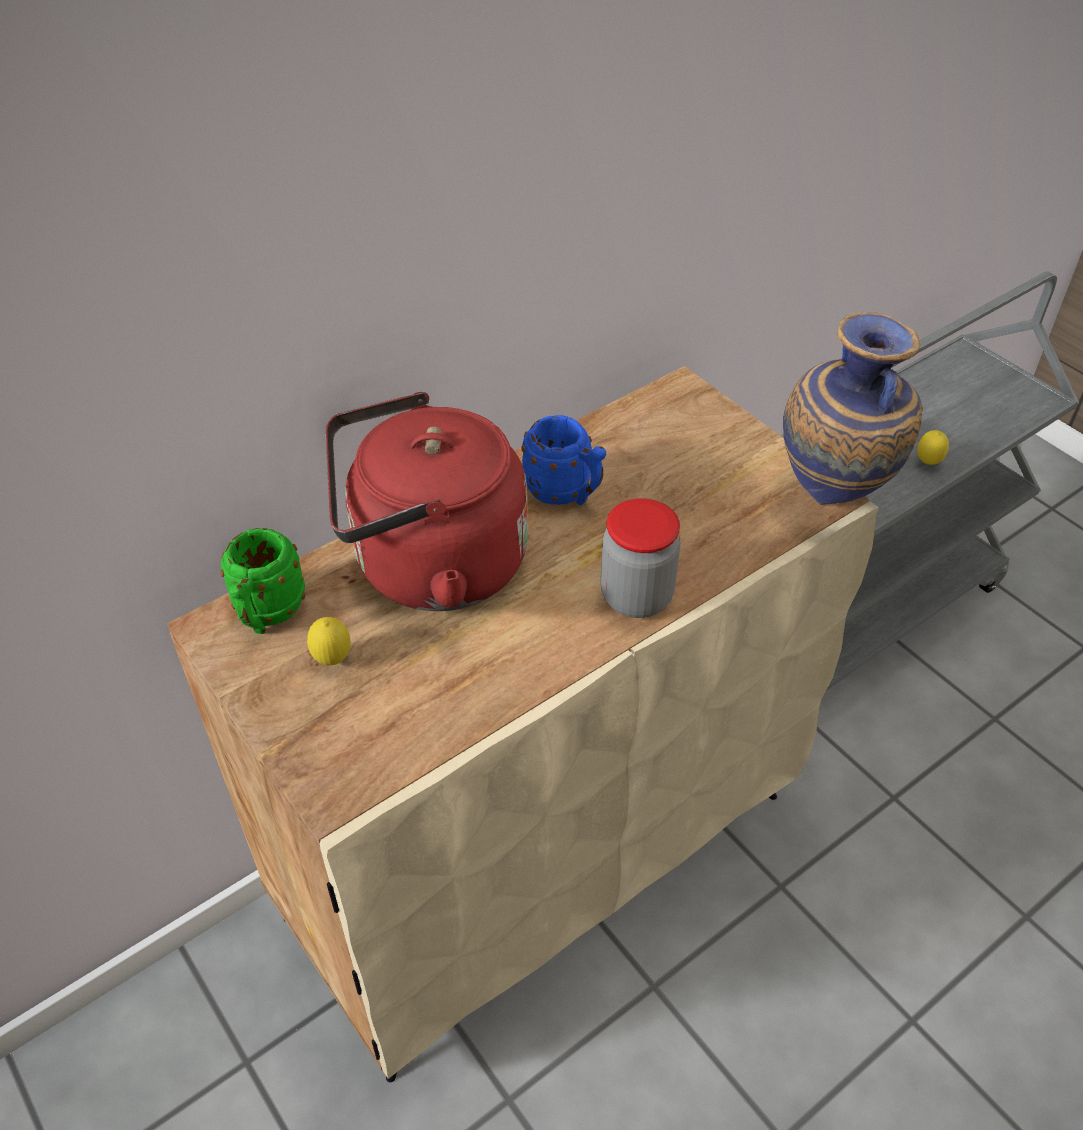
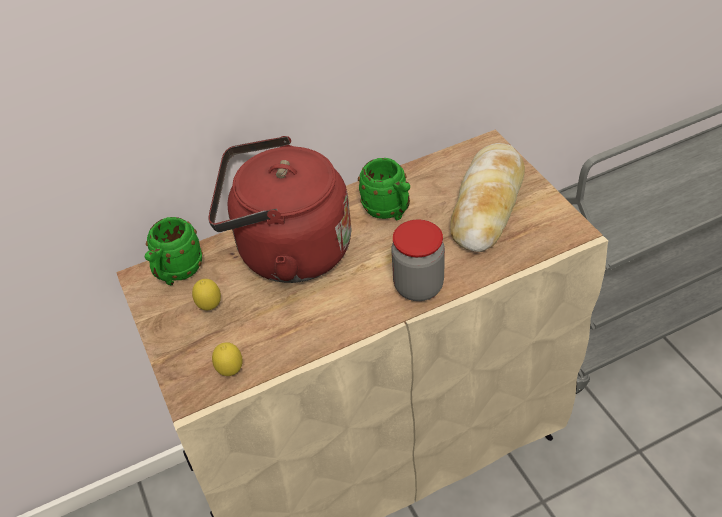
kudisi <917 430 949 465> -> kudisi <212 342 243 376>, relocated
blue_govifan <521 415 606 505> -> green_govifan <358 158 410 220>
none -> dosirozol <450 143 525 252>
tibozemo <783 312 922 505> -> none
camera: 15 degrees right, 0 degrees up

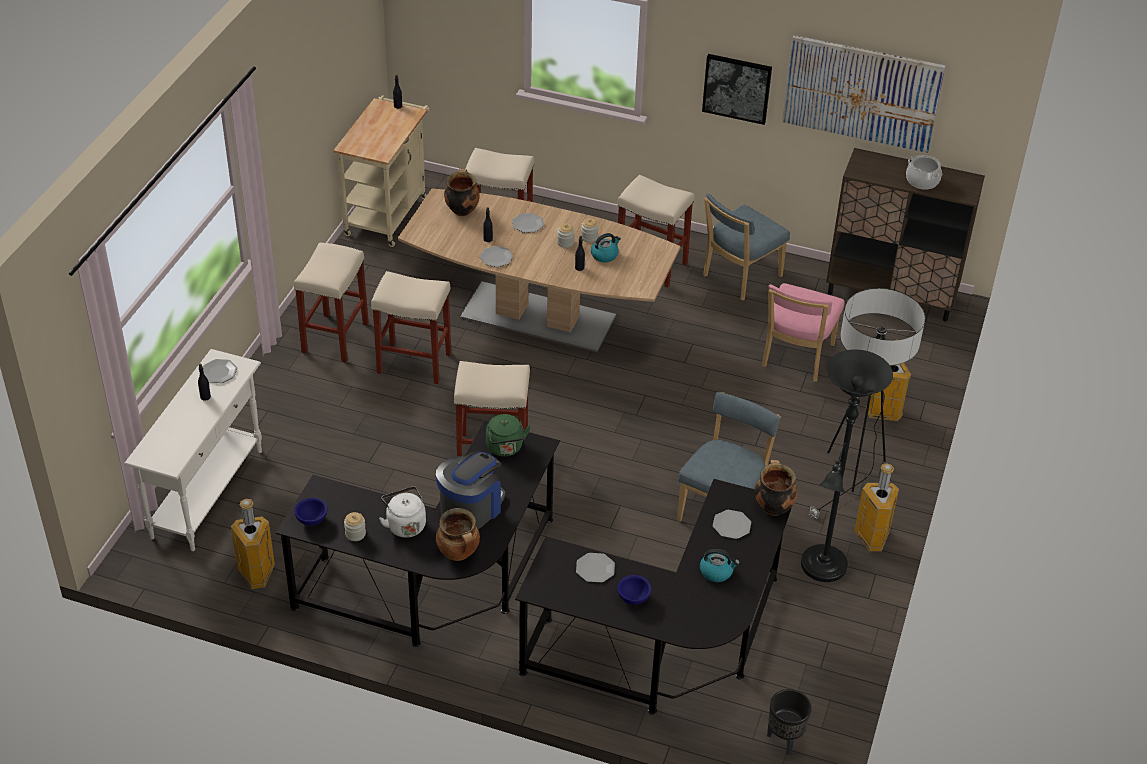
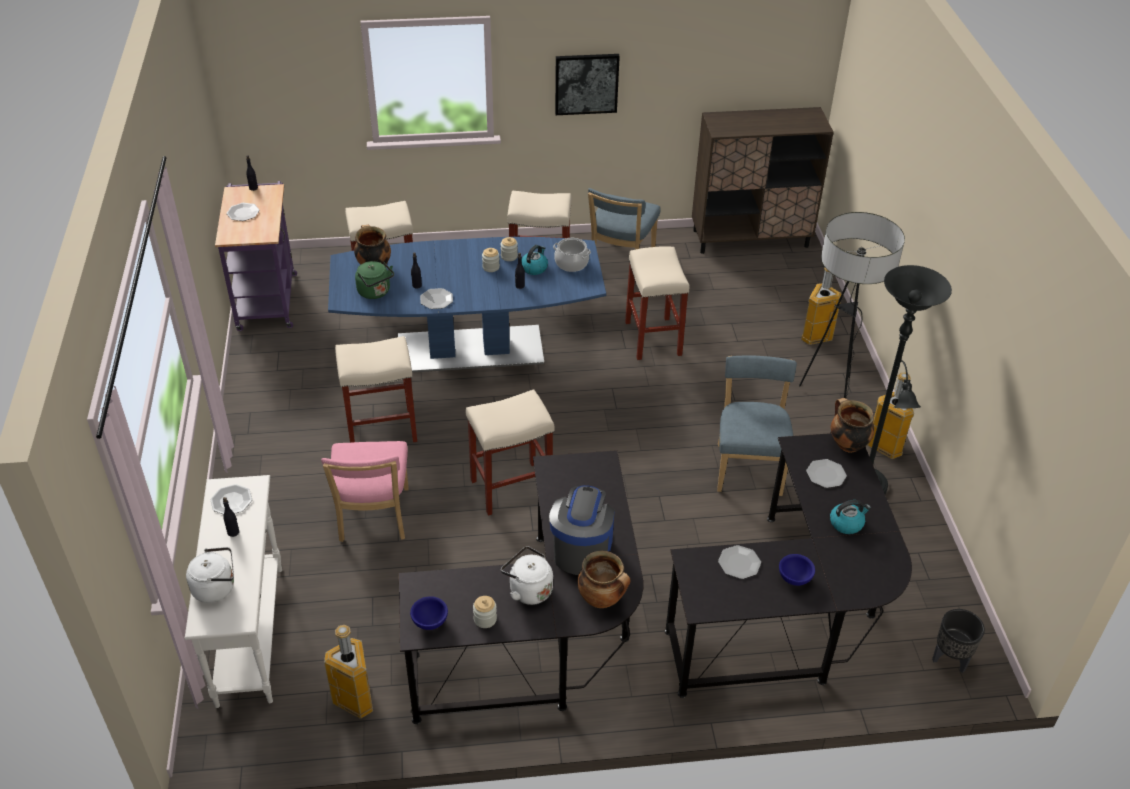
none -> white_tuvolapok <186 547 234 603>
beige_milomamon <333 95 430 247> -> purple_milomamon <215 181 297 331>
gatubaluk <512 213 544 233> -> gatubaluk <227 203 260 221>, relocated
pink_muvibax <762 283 845 382> -> pink_muvibax <321 441 409 542>, relocated
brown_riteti <398 189 681 352> -> blue_riteti <328 237 606 373>
green_tuvolapok <486 414 531 457> -> green_tuvolapok <355 261 394 299>, relocated
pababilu <906 155 942 190> -> pababilu <553 238 591 272>, relocated
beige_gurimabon <294 242 369 362> -> beige_gurimabon <625 246 689 360>, relocated
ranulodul <782 35 946 153> -> none
camera: 25 degrees left, 0 degrees up

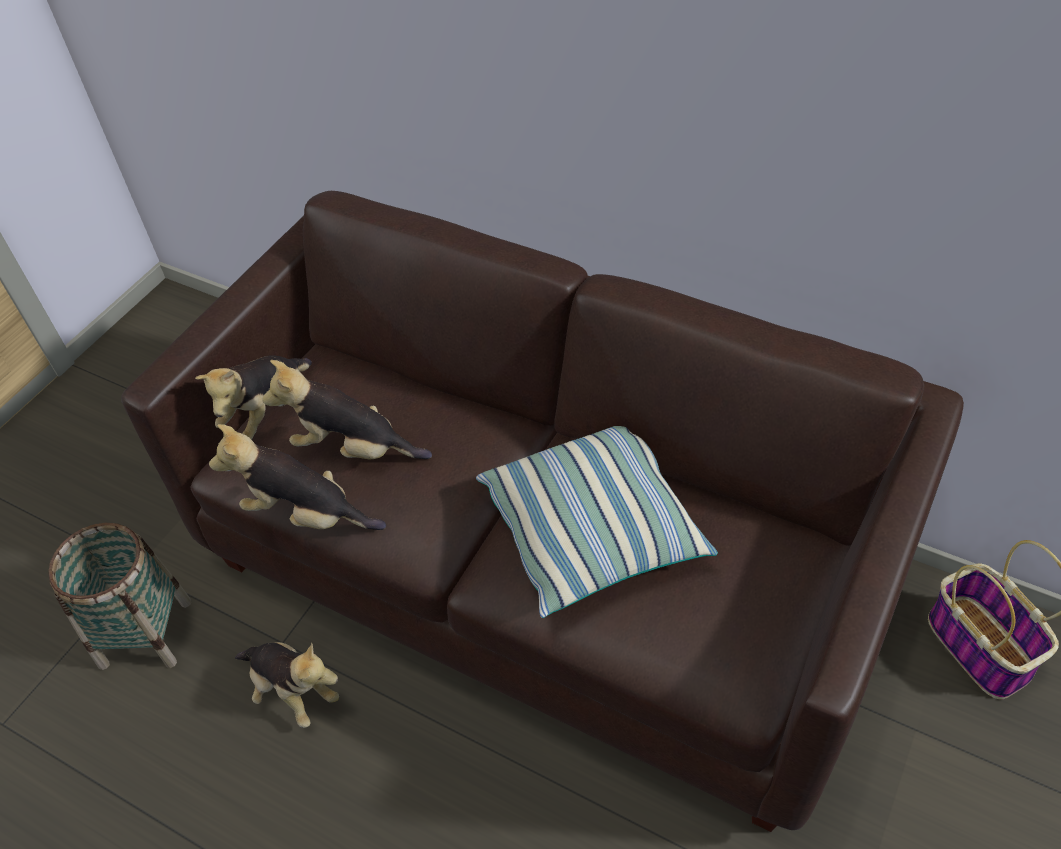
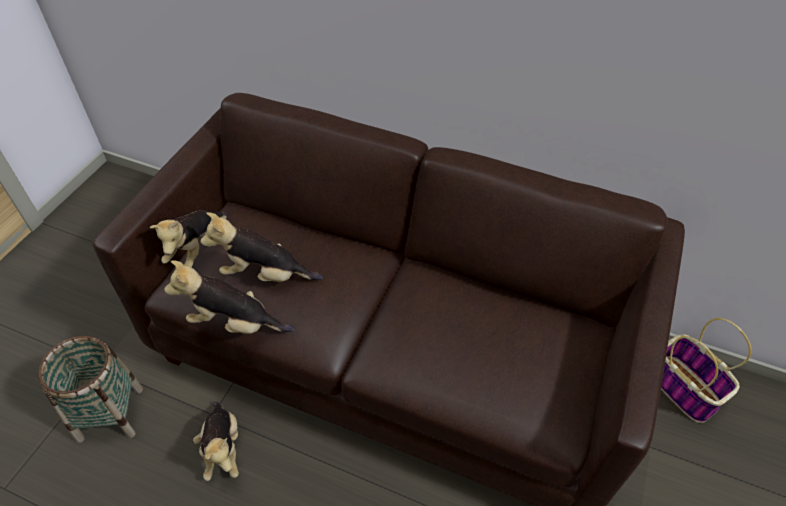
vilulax <235 642 339 728> -> vilulax <193 402 239 481>, 45 degrees clockwise
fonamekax <476 426 718 618> -> none
camera: 10 degrees left, 0 degrees up

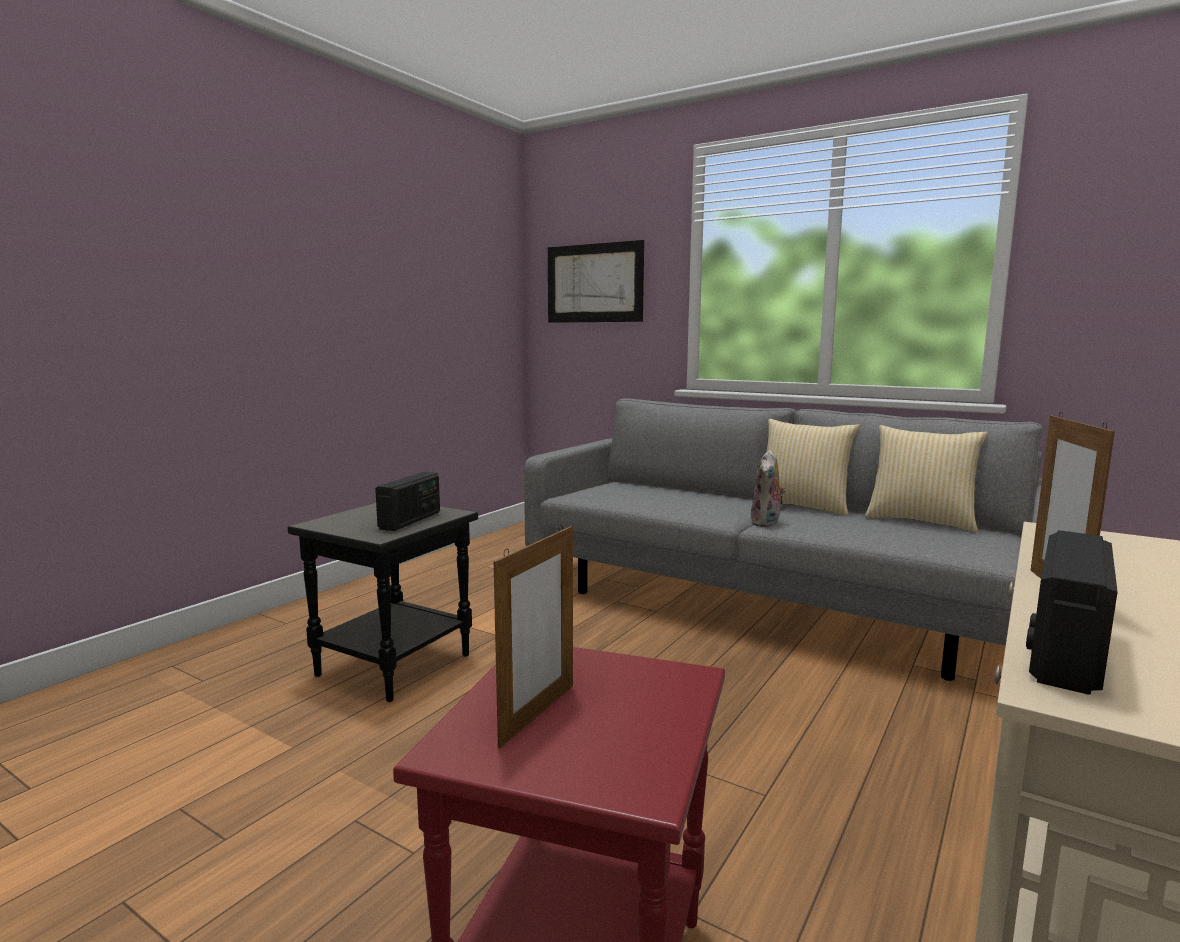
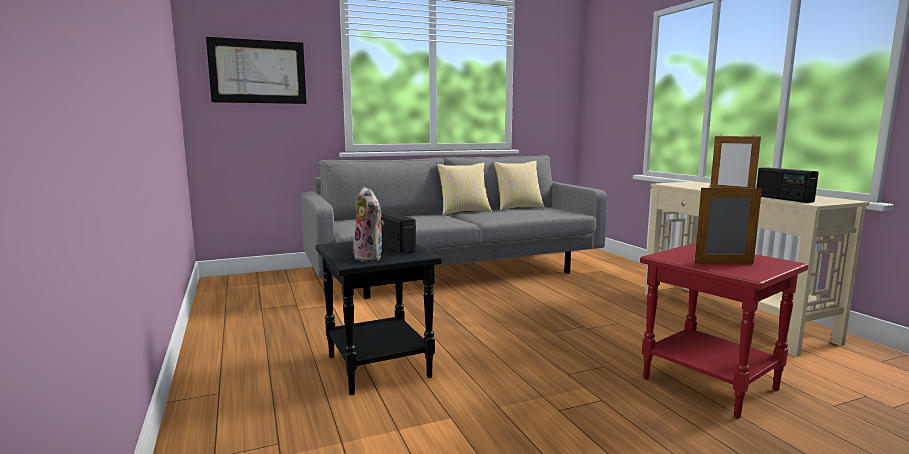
vilulax <750 450 786 527> -> vilulax <353 187 384 262>, relocated
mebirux <494 524 573 748> -> mebirux <694 185 762 264>, 60 degrees counterclockwise
camera: 55 degrees left, 0 degrees up

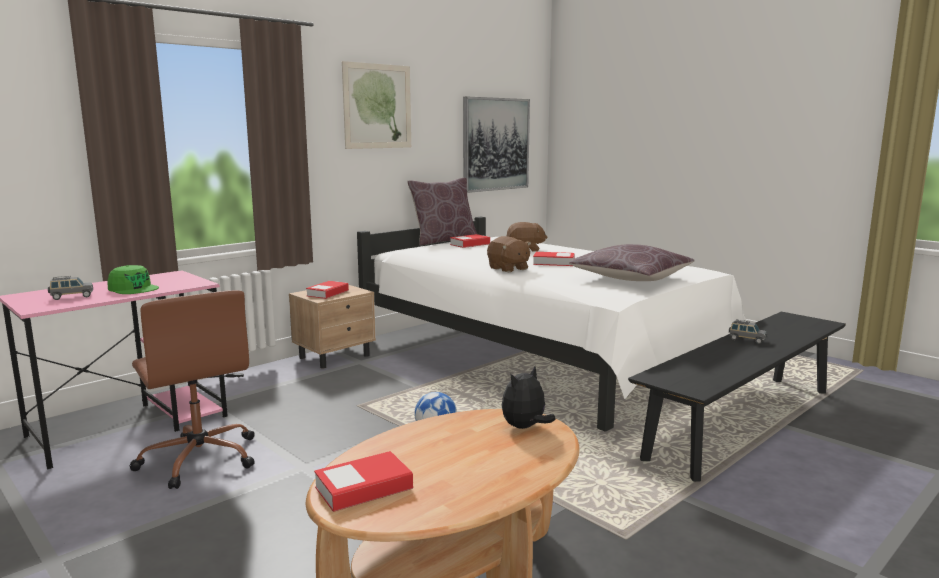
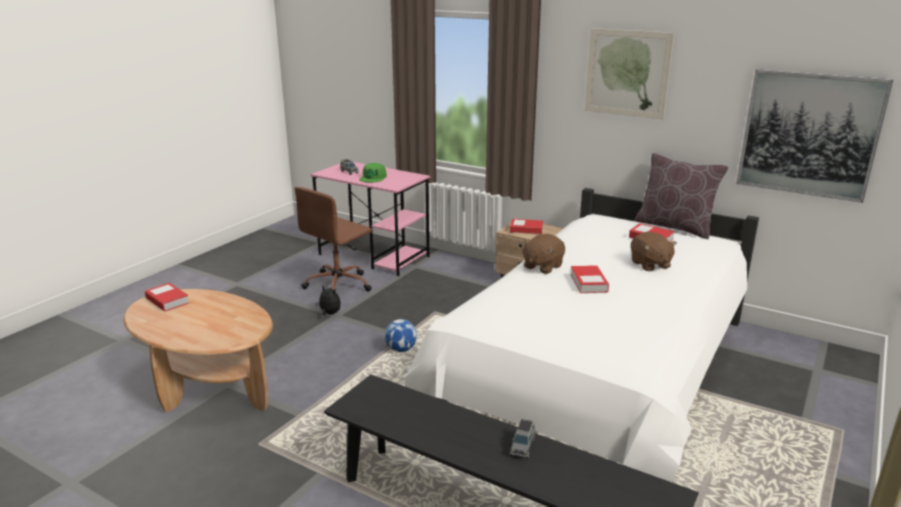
vilulax <502 367 556 429> -> vilulax <315 286 341 315>, relocated
brown_fonamekax <569 244 695 281> -> none
camera: 75 degrees right, 10 degrees up

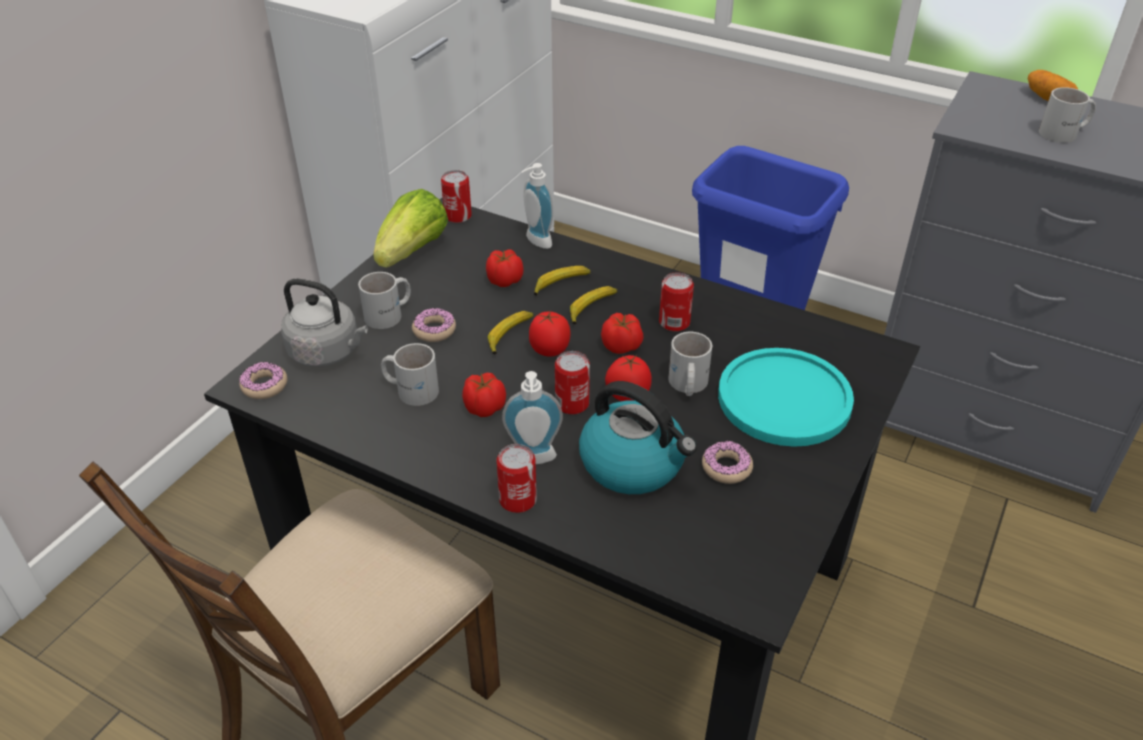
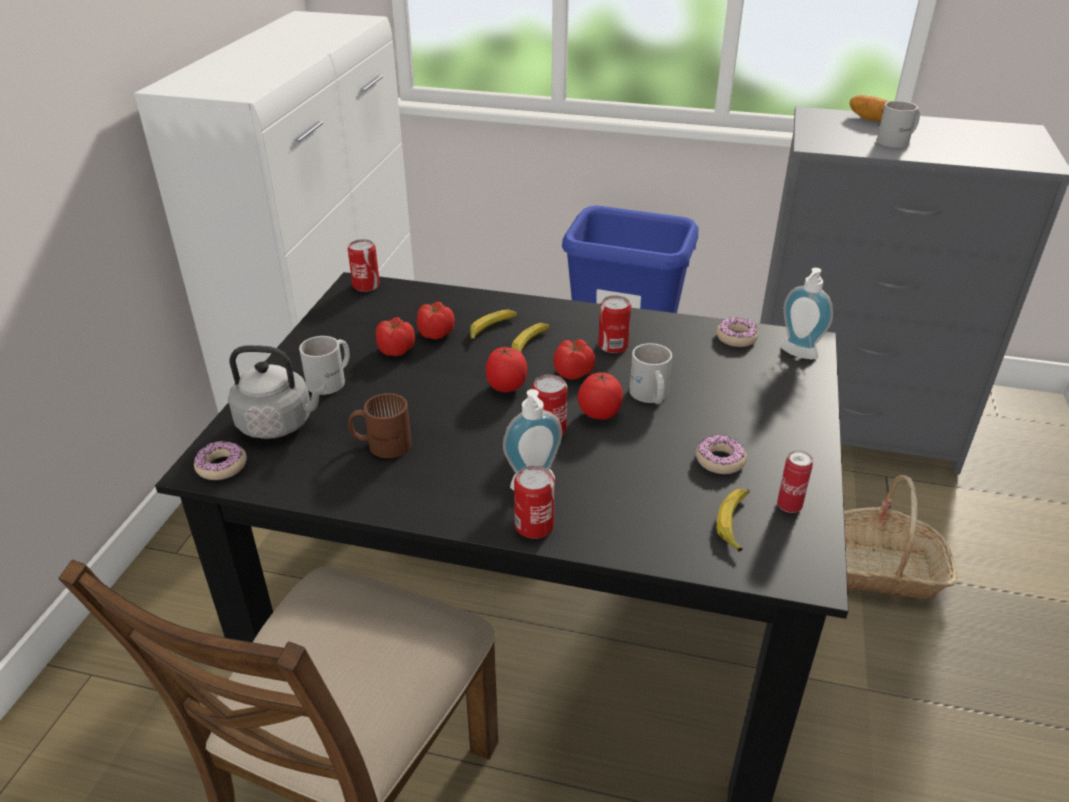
white_govifan <381 343 439 406> -> brown_govifan <348 393 412 458>
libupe <462 373 506 417> -> libupe <376 317 415 356>, relocated
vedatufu <412 308 456 342> -> vedatufu <716 317 759 347>, relocated
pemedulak <488 311 534 354> -> pemedulak <716 489 750 552>, relocated
none -> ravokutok <777 450 813 513>
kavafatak <522 163 554 249> -> kavafatak <781 268 833 359>, relocated
none -> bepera <844 475 958 599>
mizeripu <373 189 448 268> -> none
tuvolapok <579 381 697 494> -> none
turquoise_gatubaluk <718 348 854 447> -> none
camera: 15 degrees left, 5 degrees down

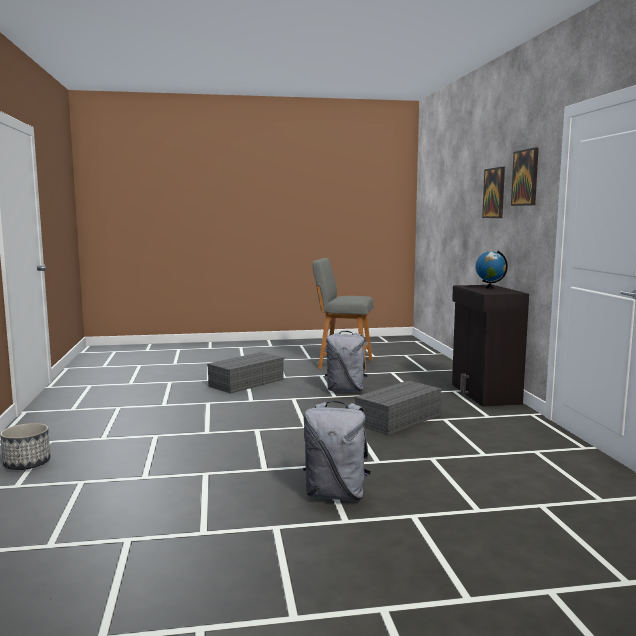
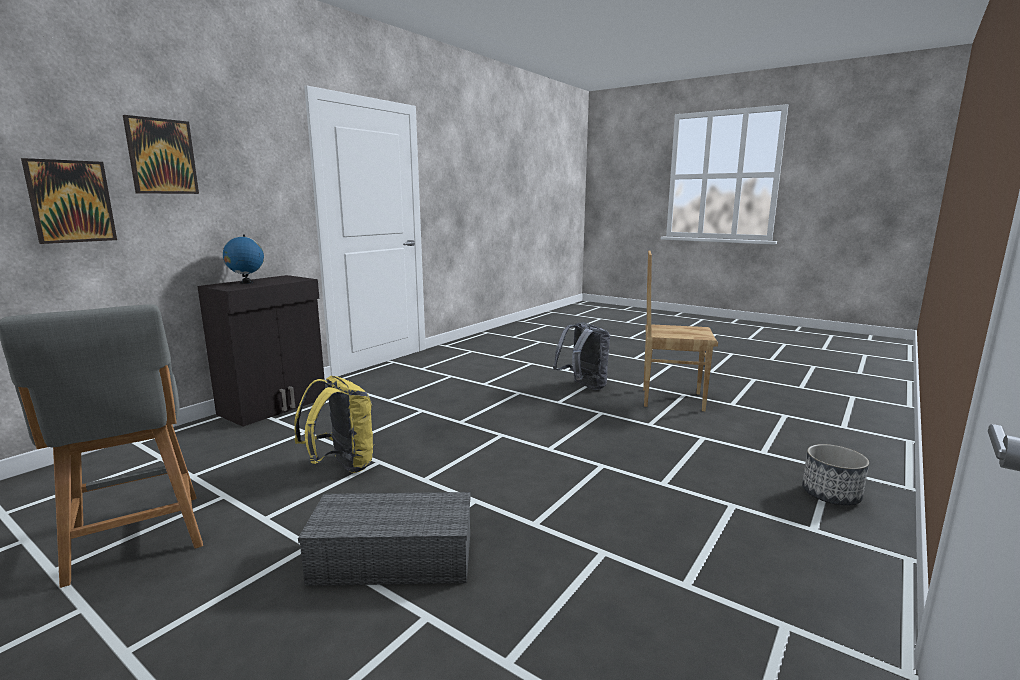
ranulodul <511 147 539 206> -> ranulodul <21 158 117 244>, relocated
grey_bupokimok <325 331 368 392> -> yellow_bupokimok <294 376 374 473>
none -> brown_muvibax <643 251 718 411>
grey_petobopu <354 381 442 435> -> none
camera: 135 degrees left, 5 degrees up

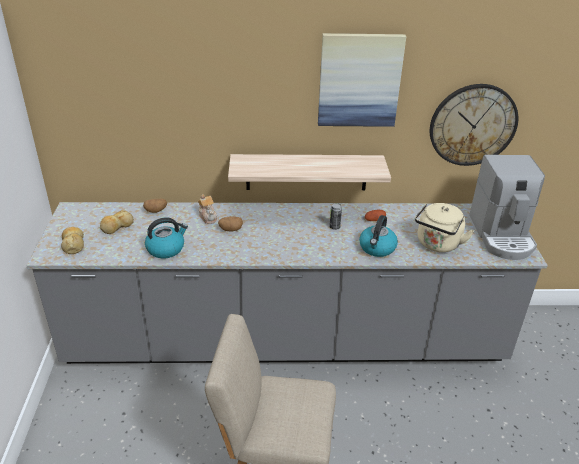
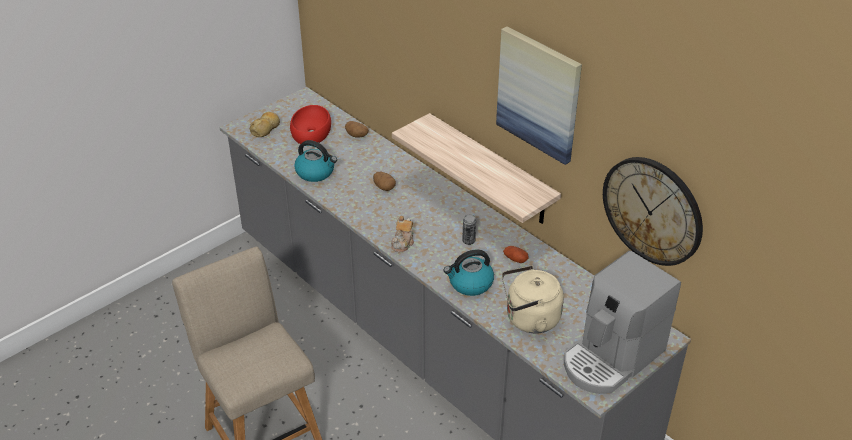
dosirozol <100 210 134 234> -> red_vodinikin <290 105 331 144>
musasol <198 194 217 224> -> musasol <391 216 414 252>, relocated
camera: 50 degrees right, 5 degrees up

